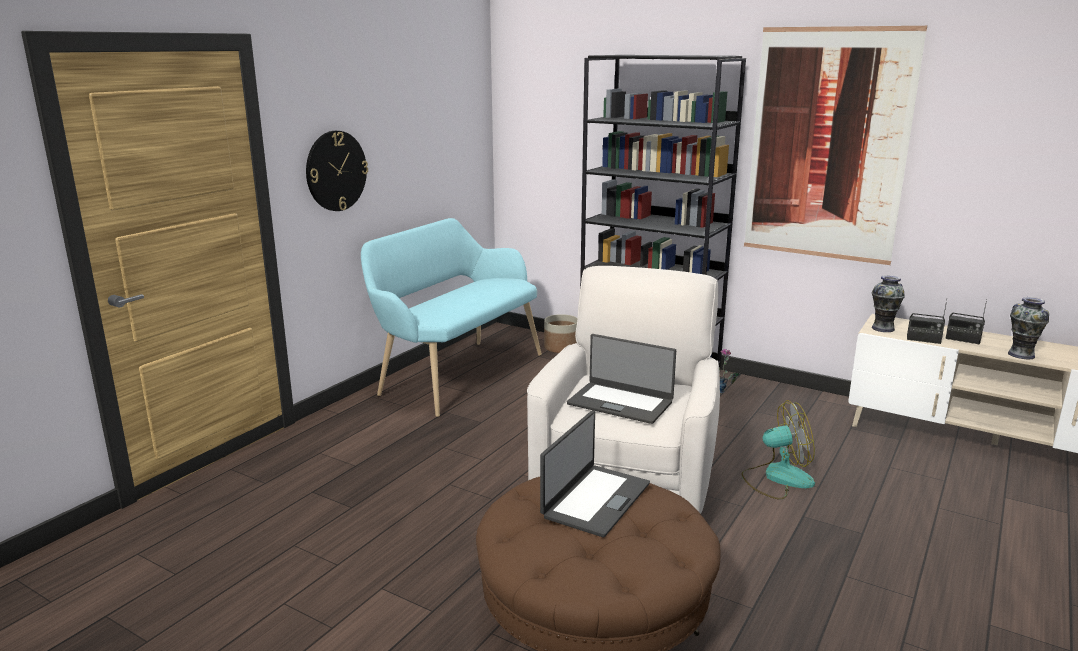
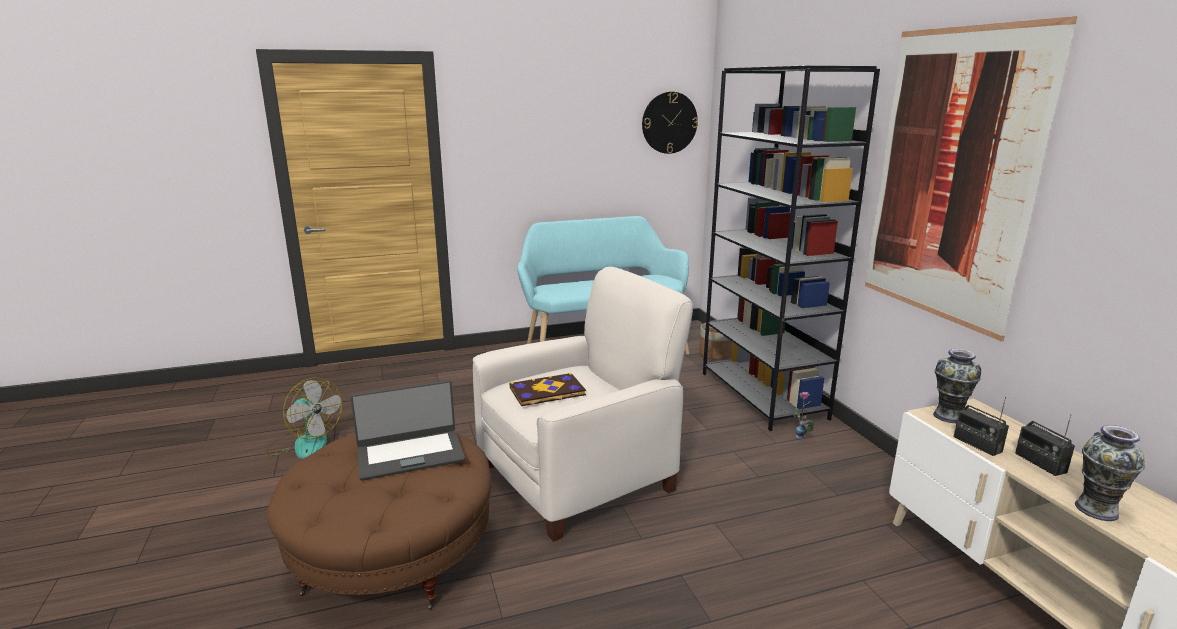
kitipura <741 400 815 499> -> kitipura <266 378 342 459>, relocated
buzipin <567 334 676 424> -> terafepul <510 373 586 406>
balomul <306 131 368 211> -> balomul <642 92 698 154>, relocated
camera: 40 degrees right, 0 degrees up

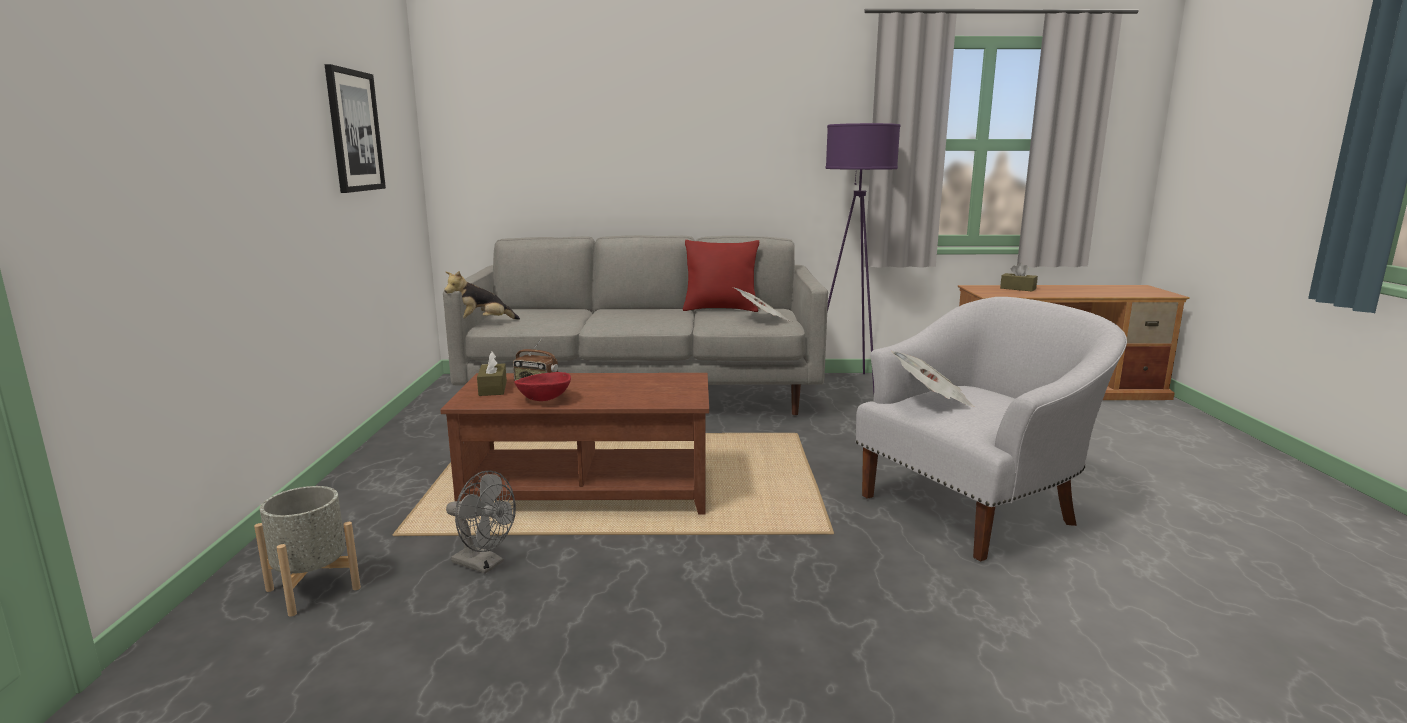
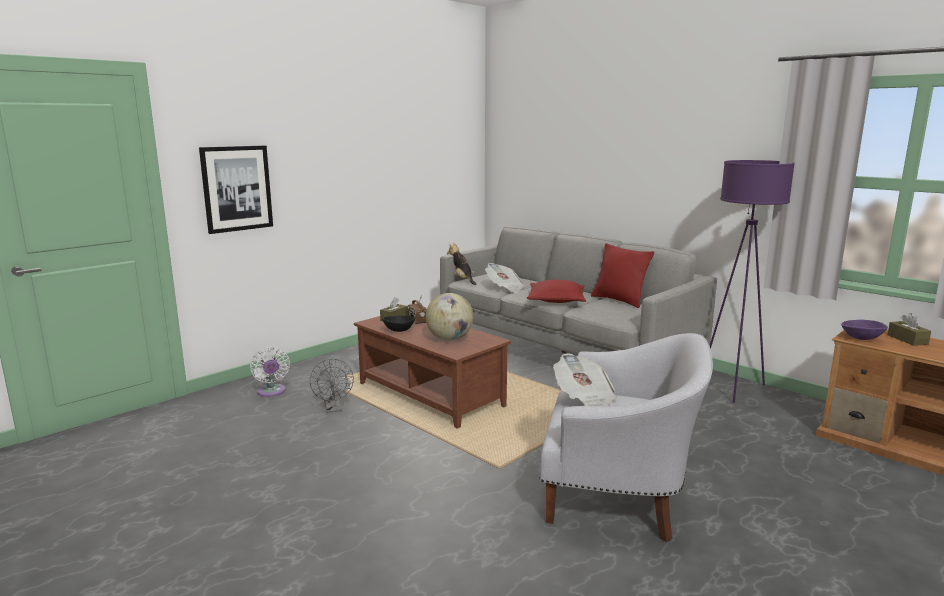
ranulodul <325 64 386 193> -> ranulodul <199 146 273 234>, relocated
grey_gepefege <254 486 361 617> -> white_kitipura <250 347 290 397>
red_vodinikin <514 372 571 401> -> black_vodinikin <382 316 415 332>
none -> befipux <426 293 473 341>
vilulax <444 271 520 320> -> vilulax <447 243 476 285>, 45 degrees clockwise
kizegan <733 287 792 322> -> kizegan <485 263 525 293>, relocated
none -> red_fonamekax <527 280 586 303>
none -> purple_vodinikin <841 320 888 340>
camera: 45 degrees right, 0 degrees up

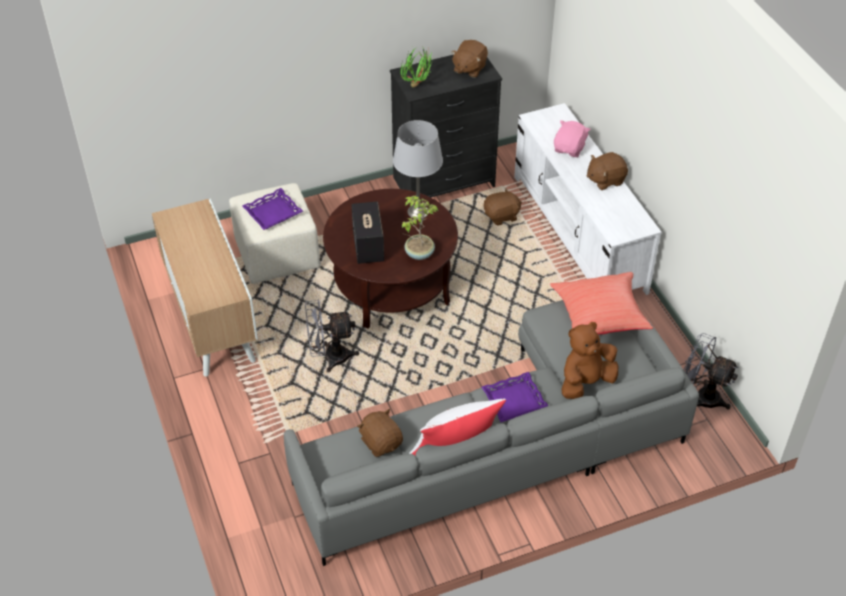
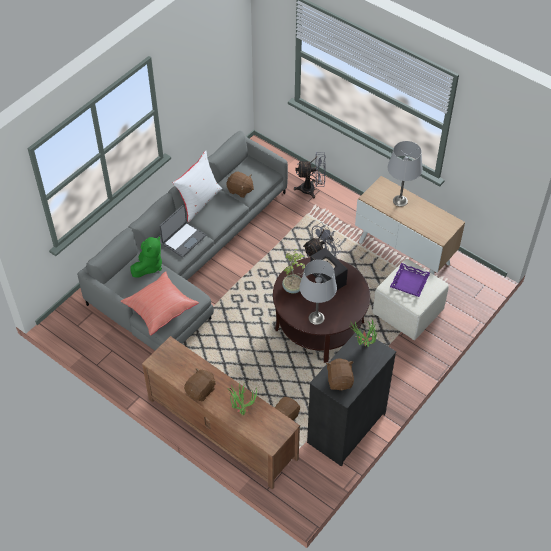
brown_vilulax <561 322 618 399> -> green_vilulax <130 236 162 277>
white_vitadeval <514 103 661 295> -> brown_vitadeval <142 336 300 490>
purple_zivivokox <482 372 548 422> -> buzipin <159 204 206 258>
pink_vilulax <554 120 591 157> -> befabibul <228 384 257 415>
grey_kitipura <684 333 738 410> -> grey_kitipura <294 152 326 198>, relocated
none -> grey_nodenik <388 141 423 207>
camera: 150 degrees right, 5 degrees up

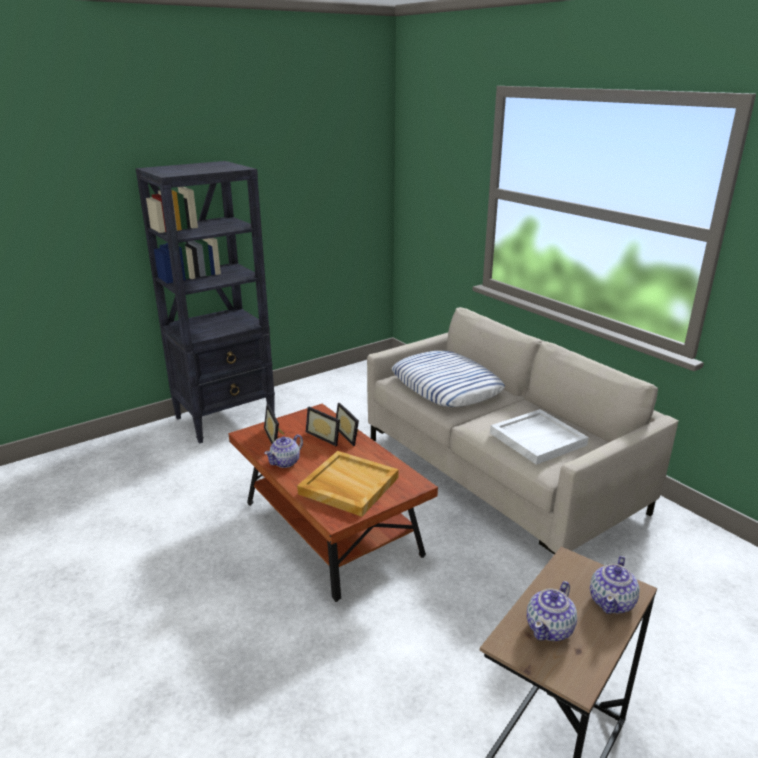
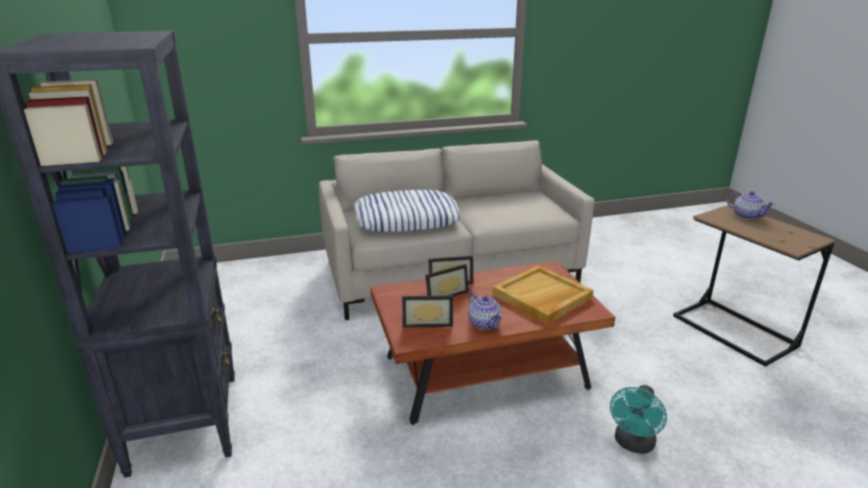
none -> turquoise_kitipura <610 385 667 454>
white_zivivokox <490 409 589 465> -> none
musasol <527 581 577 641> -> none
camera: 70 degrees left, 0 degrees up

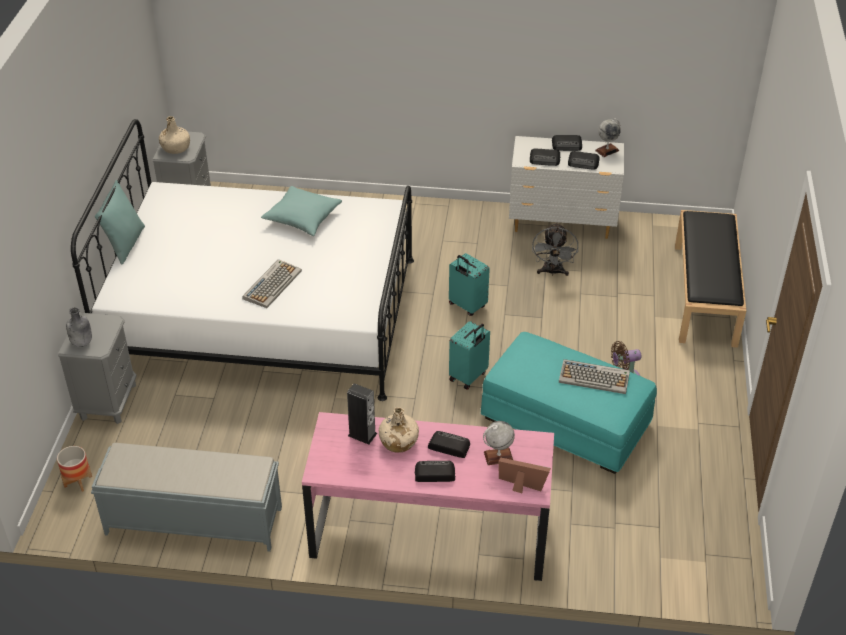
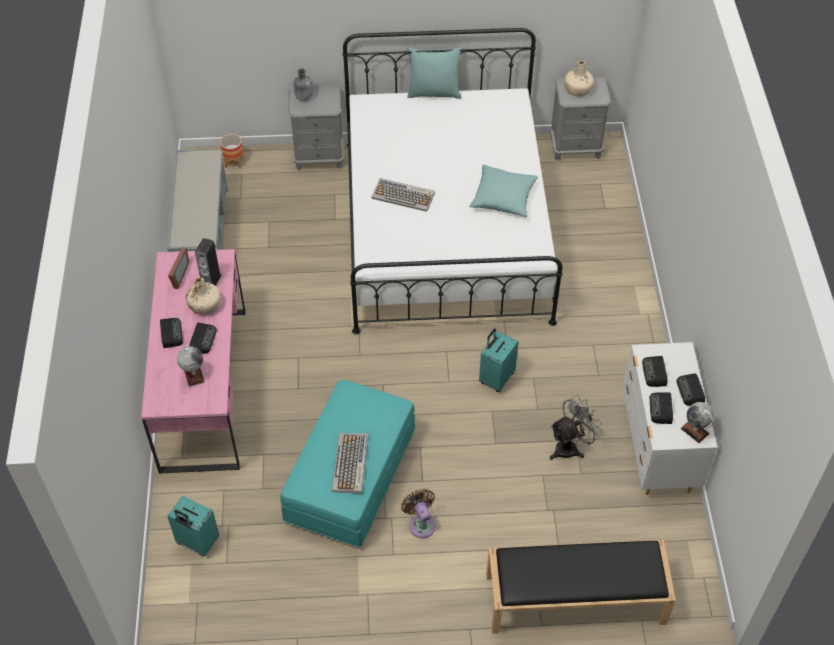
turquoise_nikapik <449 321 490 390> -> turquoise_nikapik <167 496 220 557>, relocated
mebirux <499 457 551 493> -> mebirux <168 247 189 289>, relocated
grey_kitipura <532 222 578 276> -> grey_kitipura <550 395 603 460>, 150 degrees clockwise
camera: 80 degrees right, 10 degrees up

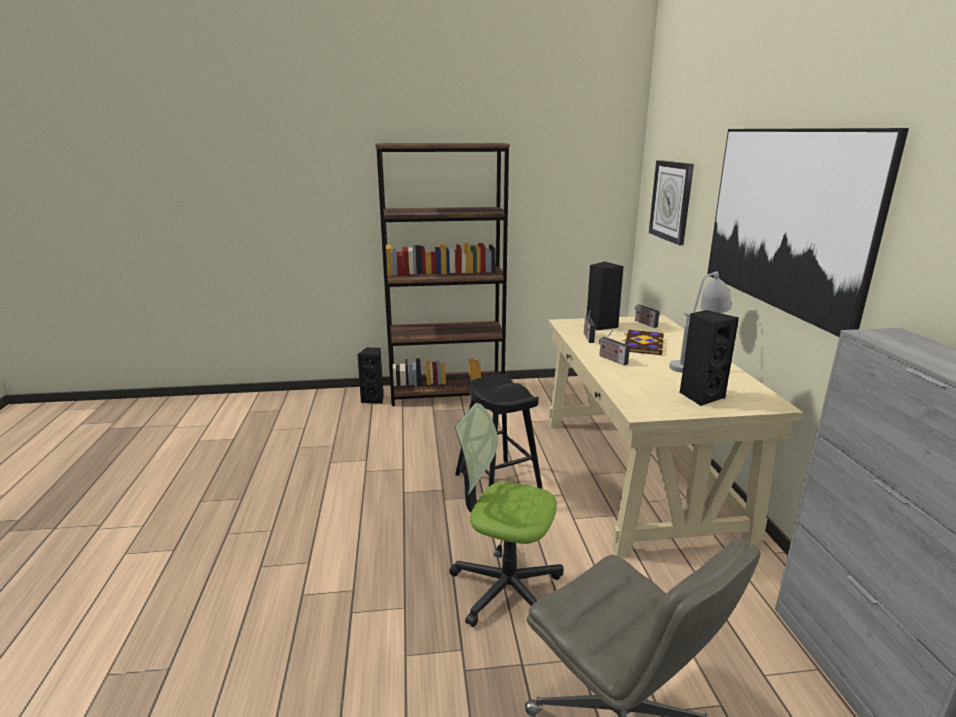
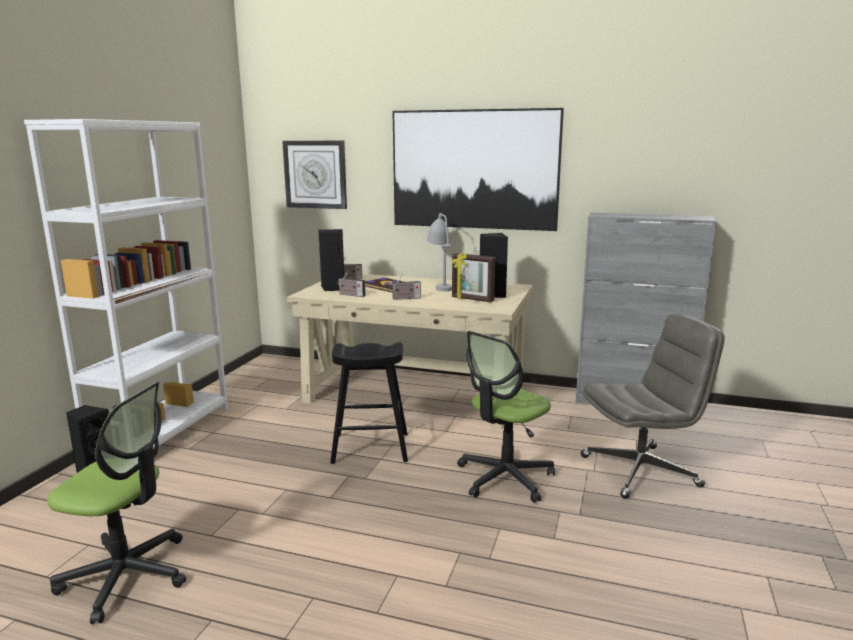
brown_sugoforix <375 143 510 406> -> white_sugoforix <24 119 228 446>
none -> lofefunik <47 382 186 624>
none -> mebirux <452 253 495 302>
camera: 65 degrees left, 5 degrees down

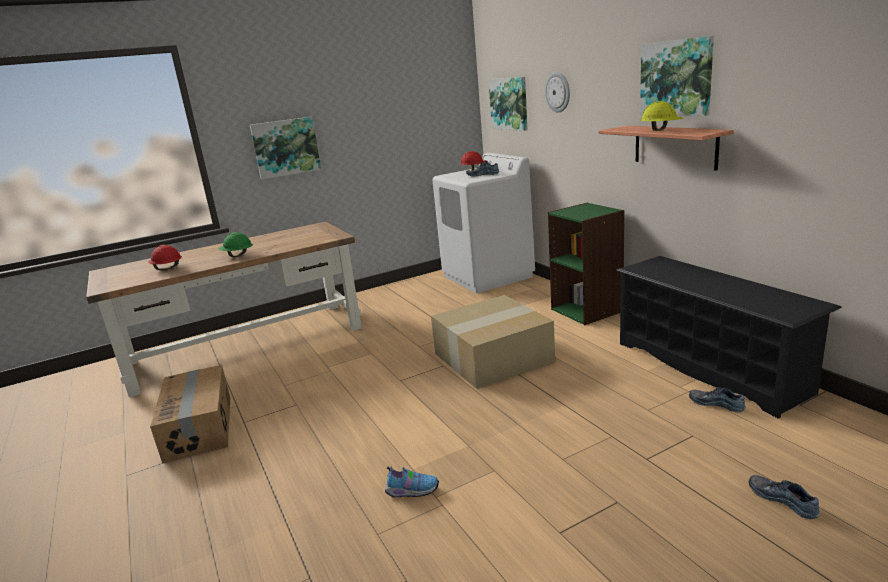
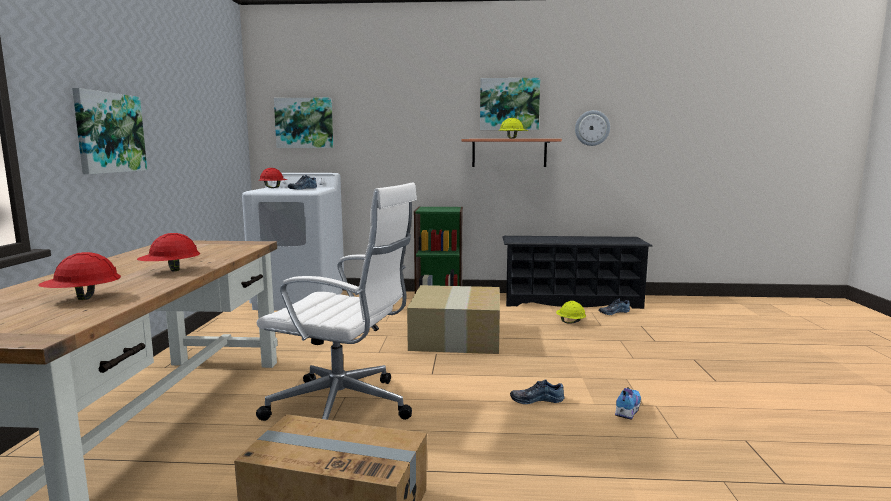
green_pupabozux <219 232 253 257> -> red_pupabozux <137 233 200 272>
none -> white_lofefunik <256 183 417 421>
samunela <749 475 820 519> -> samunela <510 379 565 404>, relocated
none -> yellow_pupabozux <556 301 586 324>
balomul <545 72 570 113> -> balomul <575 110 610 146>, relocated
camera: 60 degrees left, 10 degrees down

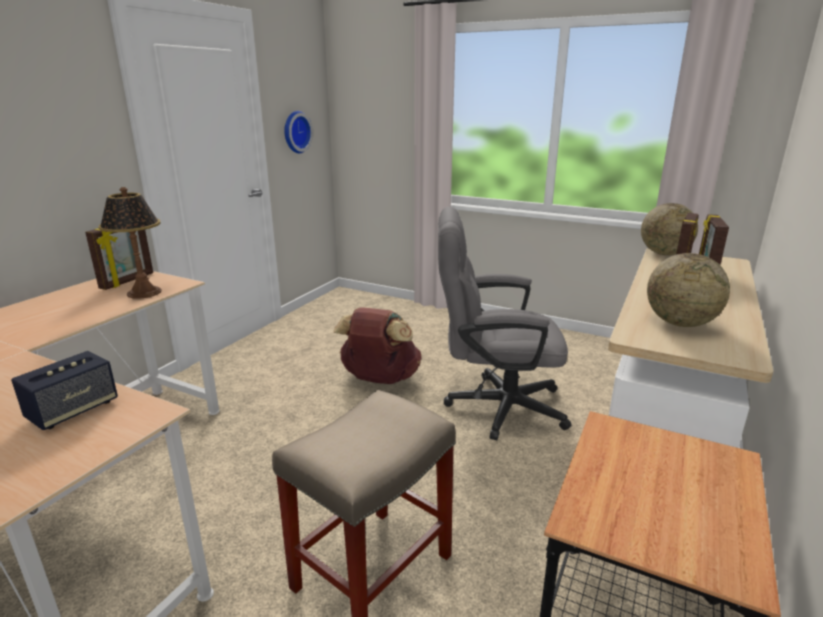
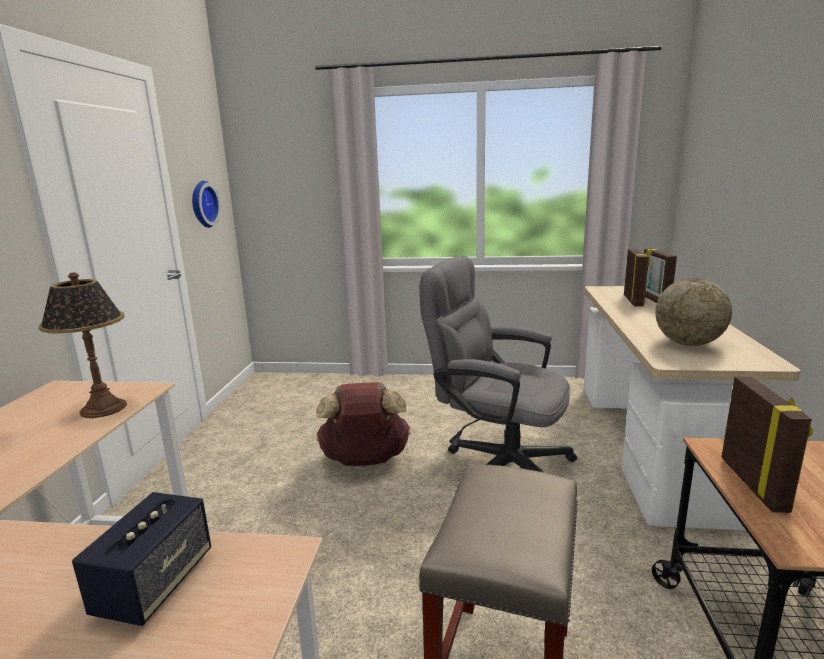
grey_lofefunik <438 207 571 440> -> grey_lofefunik <419 256 577 473>, 45 degrees clockwise
mebirux <85 228 153 290> -> mebirux <721 376 813 513>, relocated
befipux <641 203 698 255> -> none
camera: 20 degrees left, 5 degrees down

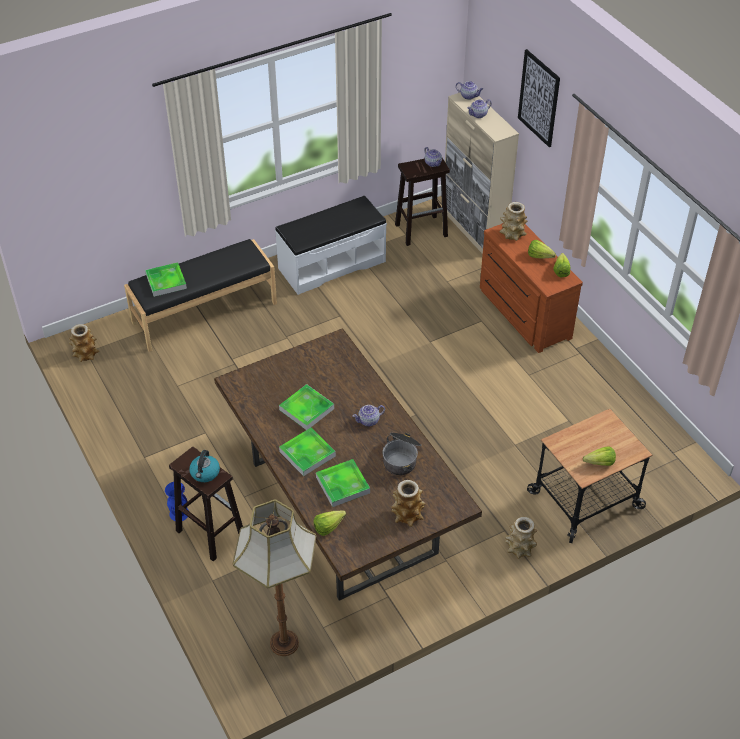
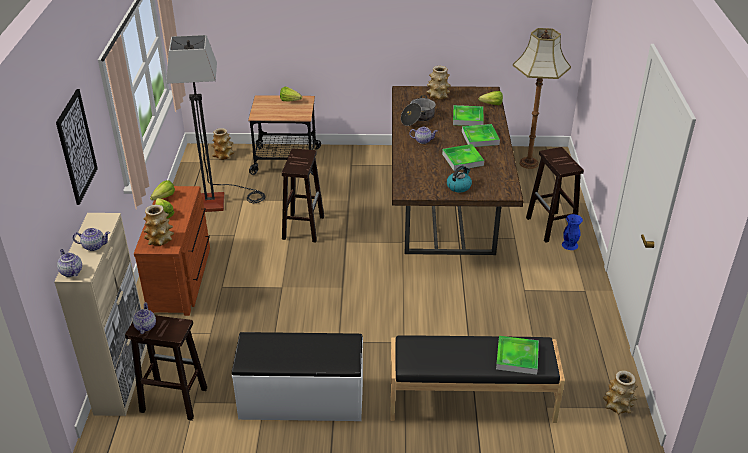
none -> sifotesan <166 35 266 212>
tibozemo <505 517 537 559> -> tibozemo <211 128 234 160>, relocated
none -> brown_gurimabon <282 149 324 242>
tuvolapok <189 450 220 482> -> tuvolapok <447 165 472 192>, relocated
camera: 150 degrees left, 10 degrees down

